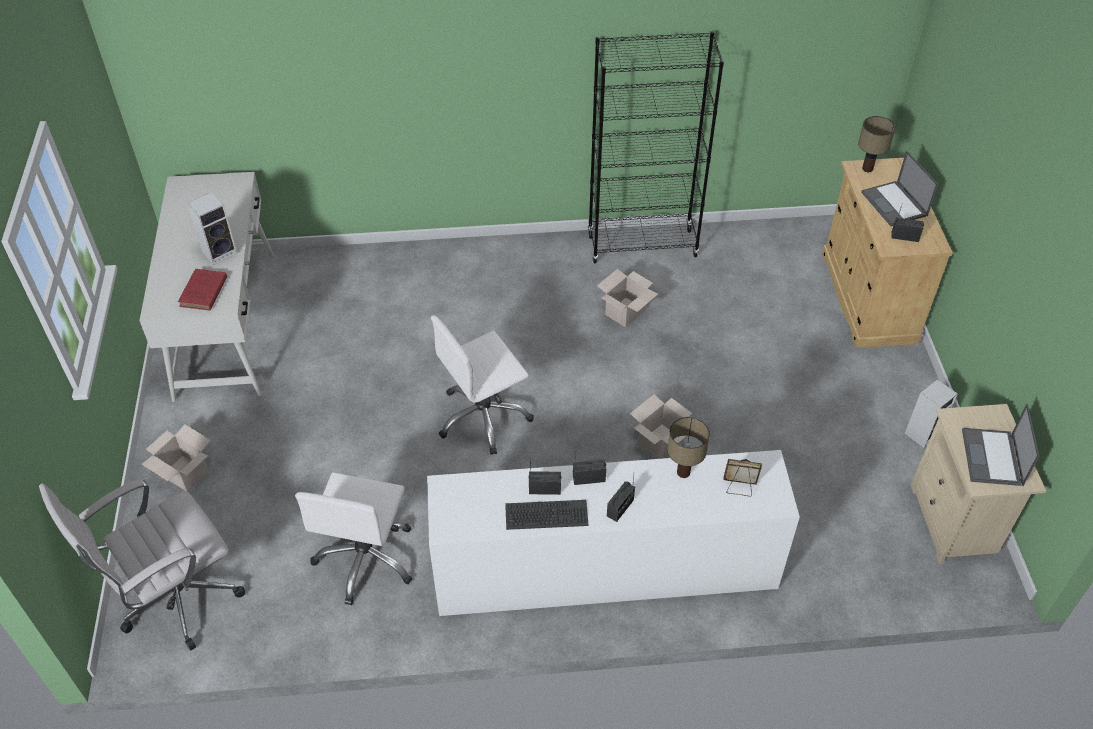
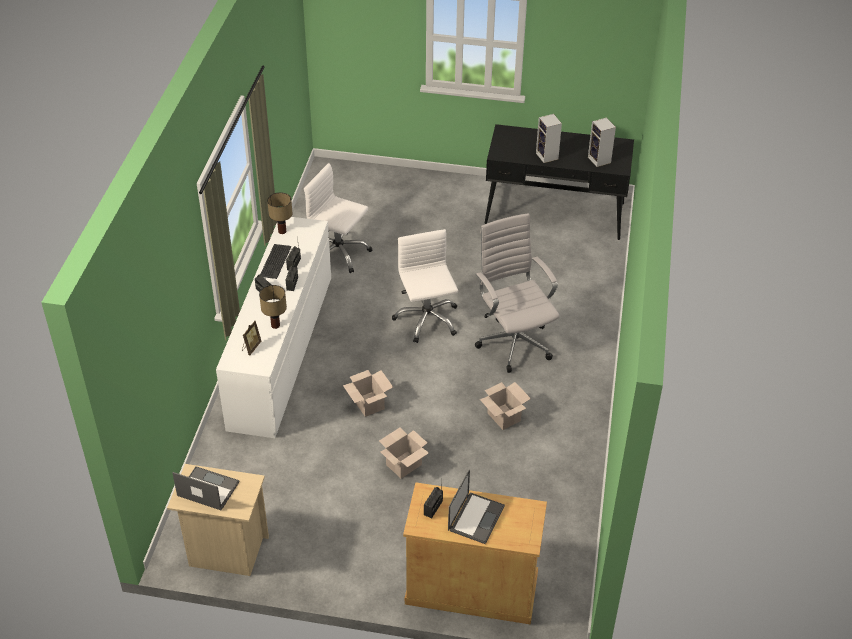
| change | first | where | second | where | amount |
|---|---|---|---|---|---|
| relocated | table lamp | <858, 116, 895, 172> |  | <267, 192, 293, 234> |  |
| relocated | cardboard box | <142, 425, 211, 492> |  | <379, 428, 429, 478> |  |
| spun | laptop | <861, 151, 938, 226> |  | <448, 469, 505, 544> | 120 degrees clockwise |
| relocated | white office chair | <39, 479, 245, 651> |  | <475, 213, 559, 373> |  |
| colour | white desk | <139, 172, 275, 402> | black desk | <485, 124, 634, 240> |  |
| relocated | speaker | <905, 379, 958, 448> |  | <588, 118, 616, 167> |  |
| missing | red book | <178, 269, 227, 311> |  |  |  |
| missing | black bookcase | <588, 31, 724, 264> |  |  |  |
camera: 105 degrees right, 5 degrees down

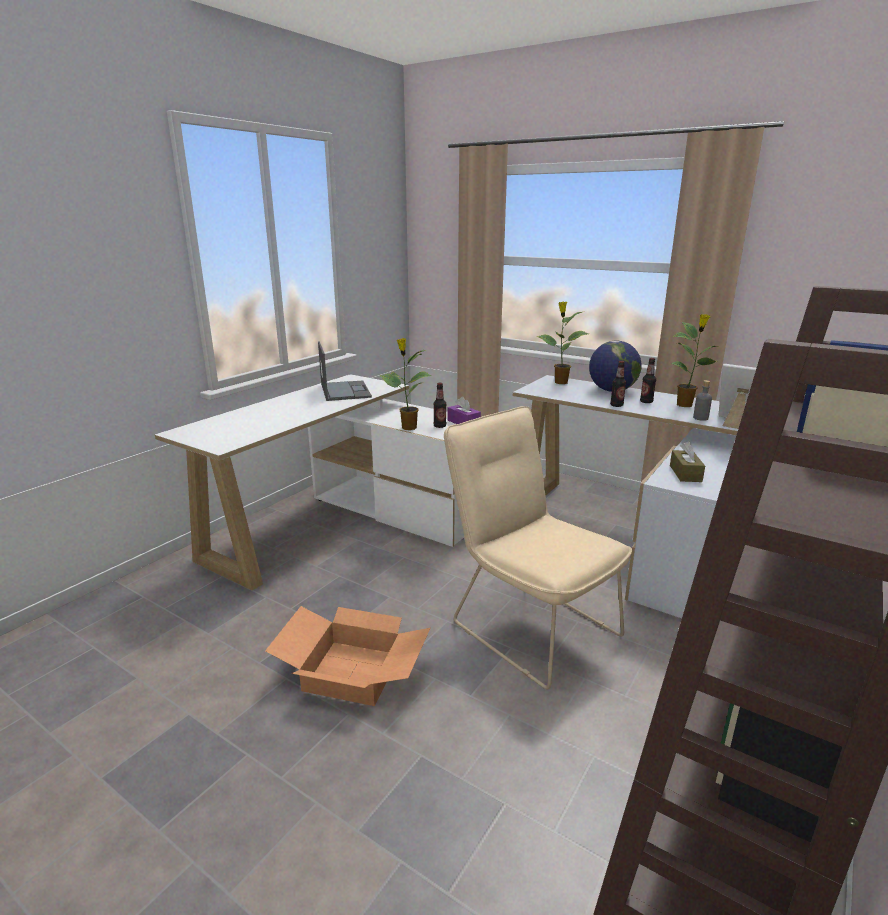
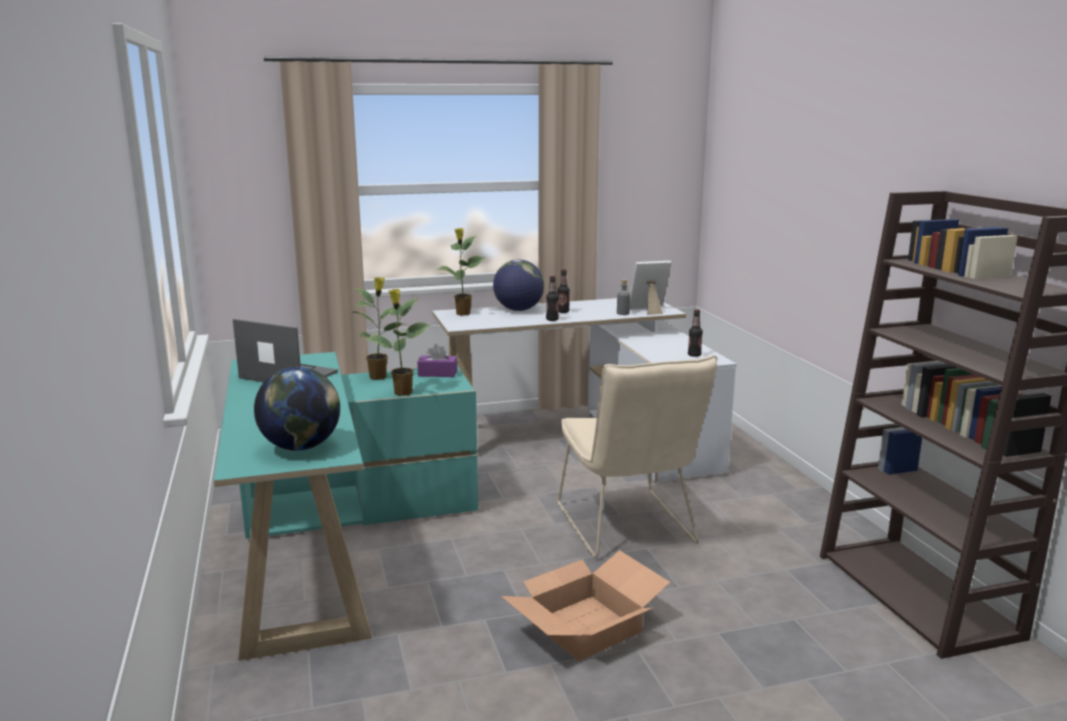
| change | first | where | second | where | amount |
|---|---|---|---|---|---|
| colour | white desk | <155, 374, 464, 591> | turquoise desk | <214, 352, 478, 661> |  |
| appeared |  |  | globe | <254, 367, 340, 451> |  |
| relocated | potted plant | <671, 314, 719, 407> |  | <350, 277, 407, 380> |  |
| spun | beige chair | <444, 406, 632, 690> |  | <557, 355, 718, 558> | 105 degrees counterclockwise |
| relocated | bottle | <433, 383, 446, 428> |  | <688, 310, 703, 357> |  |
| missing | brown tissue box | <670, 441, 705, 482> |  |  |  |
camera: 50 degrees left, 5 degrees down

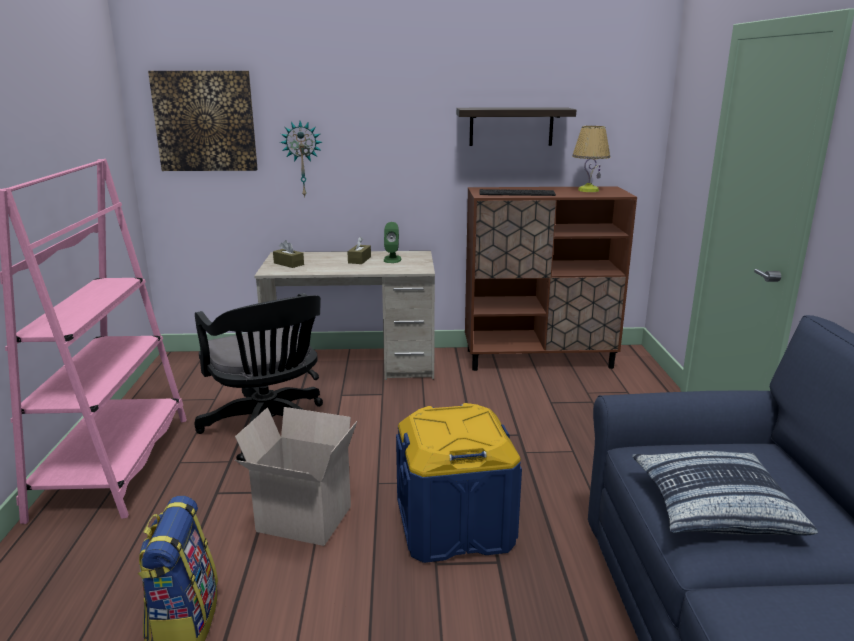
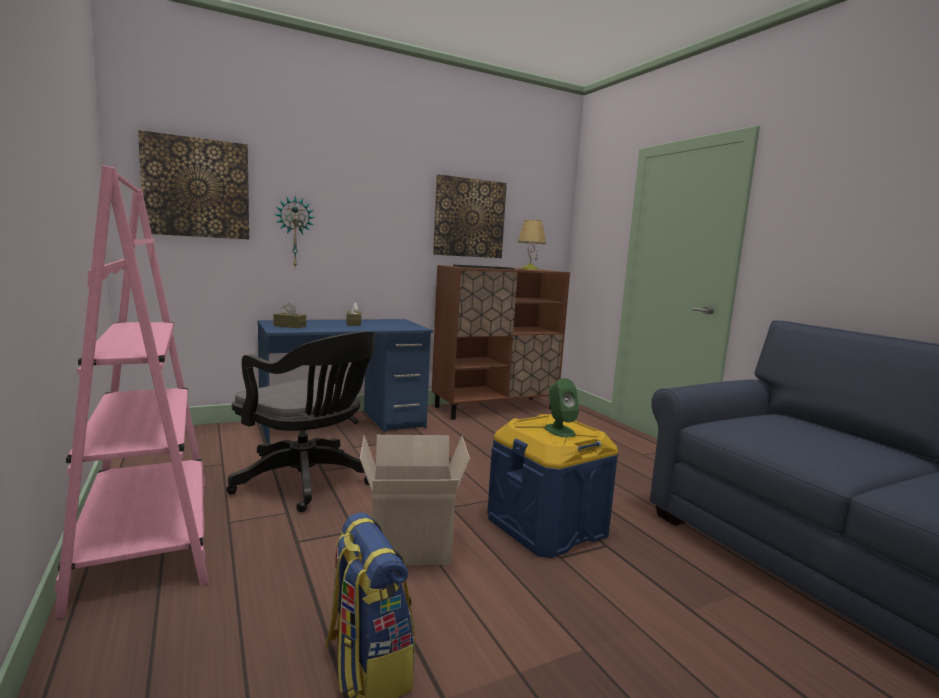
| change | first | where | second | where | amount |
|---|---|---|---|---|---|
| colour | beige desk | <254, 251, 435, 380> | blue desk | <258, 319, 433, 444> |  |
| exchanged | shelf | <456, 107, 576, 146> | picture | <433, 174, 507, 258> |  |
| relocated | green speaker | <384, 222, 401, 263> |  | <544, 378, 579, 437> |  |
| missing | pillow | <632, 451, 818, 536> |  |  |  |
camera: 25 degrees left, 10 degrees down

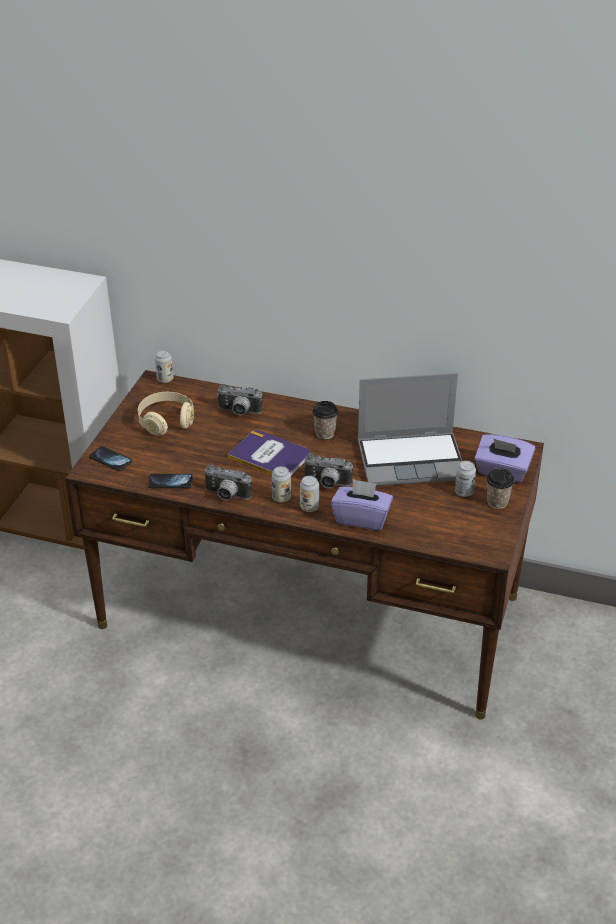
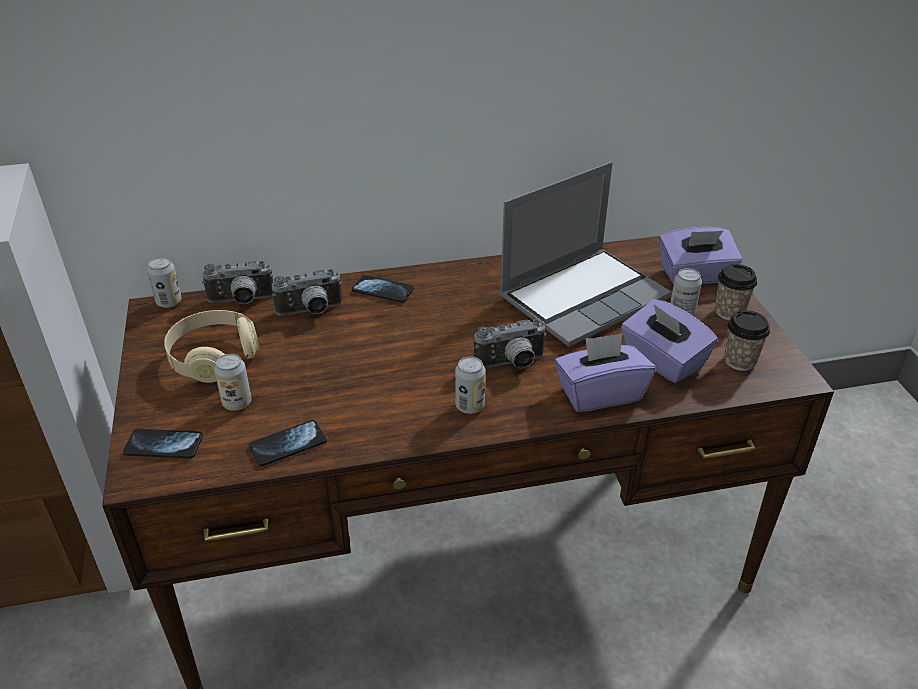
| change | first | where | second | where | amount |
|---|---|---|---|---|---|
| relocated | photo camera | <203, 464, 252, 500> |  | <202, 261, 273, 304> |  |
| relocated | can | <300, 476, 319, 512> |  | <214, 354, 252, 411> |  |
| appeared |  |  | phone | <352, 275, 414, 303> |  |
| appeared |  |  | purple tissue box | <621, 299, 718, 383> |  |
| relocated | cup | <312, 401, 338, 439> |  | <724, 310, 770, 371> |  |
| missing | book | <227, 430, 311, 476> |  |  |  |
camera: 30 degrees left, 0 degrees up

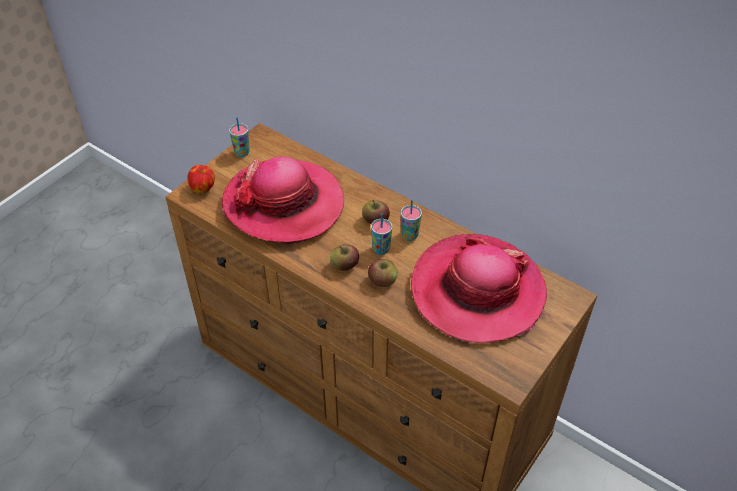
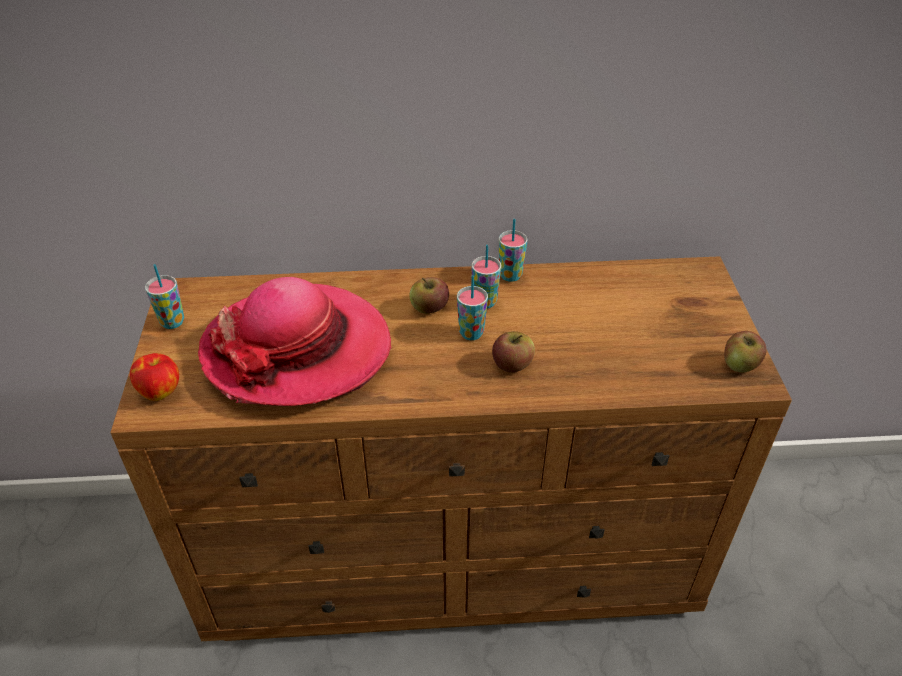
| change | first | where | second | where | amount |
|---|---|---|---|---|---|
| appeared |  |  | cup | <499, 219, 527, 282> |  |
| relocated | apple | <330, 244, 359, 271> |  | <724, 331, 767, 373> |  |
| missing | hat | <411, 234, 547, 343> |  |  |  |
camera: 40 degrees left, 5 degrees down

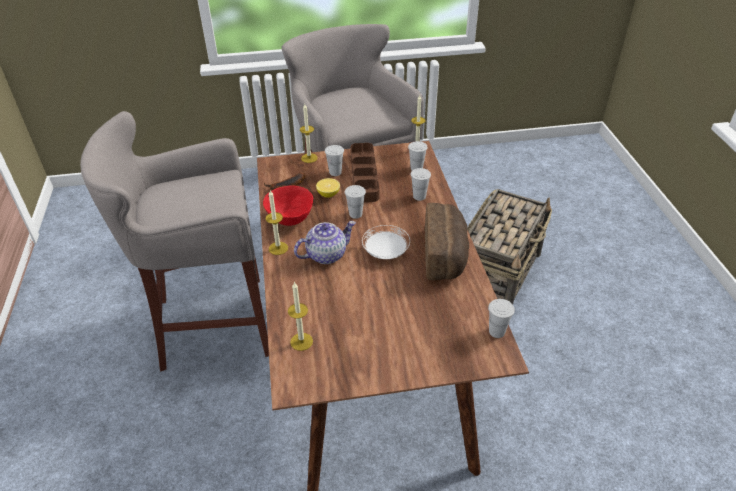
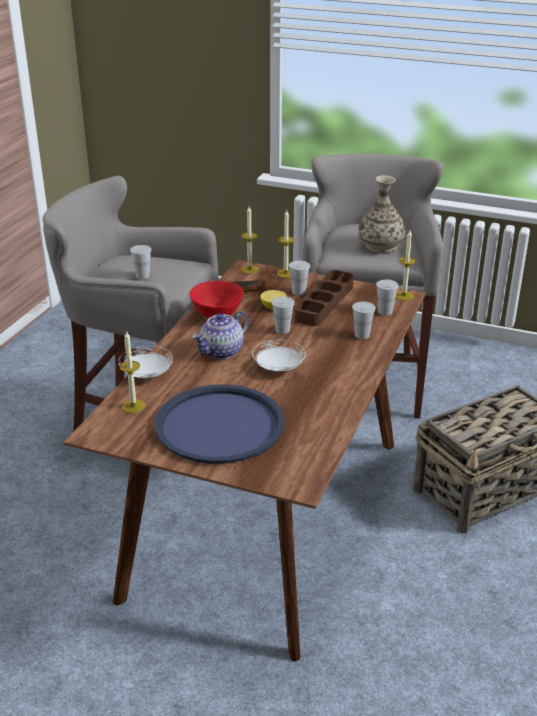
| change | first | where | second | where | amount |
|---|---|---|---|---|---|
| appeared |  |  | white plate | <118, 346, 173, 378> |  |
| relocated | white cup | <488, 299, 515, 338> |  | <130, 245, 151, 279> |  |
| appeared |  |  | blue tray | <154, 384, 285, 464> |  |
| spun | teapot | <294, 221, 356, 264> |  | <192, 311, 249, 359> | 135 degrees clockwise |
| relocated | candle | <266, 190, 288, 255> |  | <241, 207, 259, 274> |  |
| appeared |  |  | vase | <358, 175, 405, 253> |  |
| missing | bread | <425, 203, 469, 280> |  |  |  |
camera: 30 degrees right, 10 degrees down

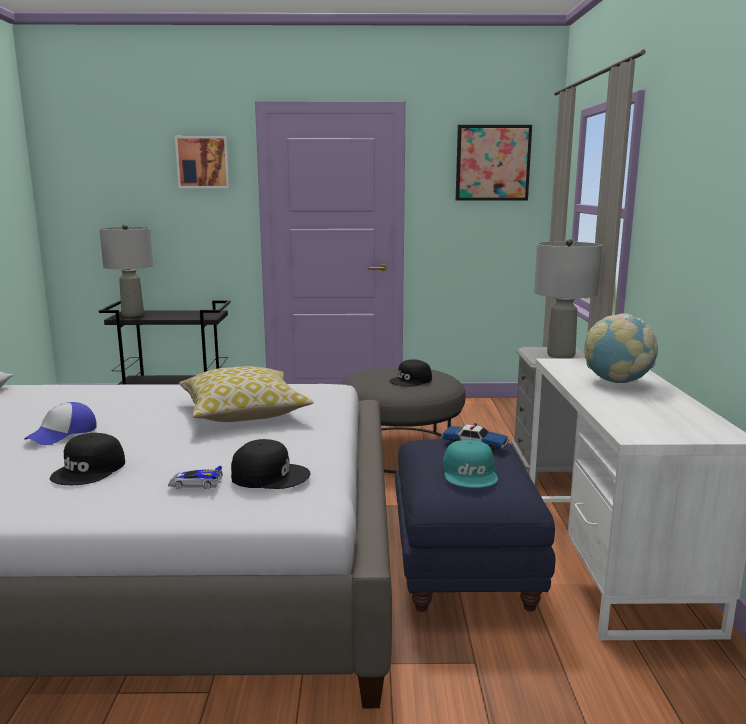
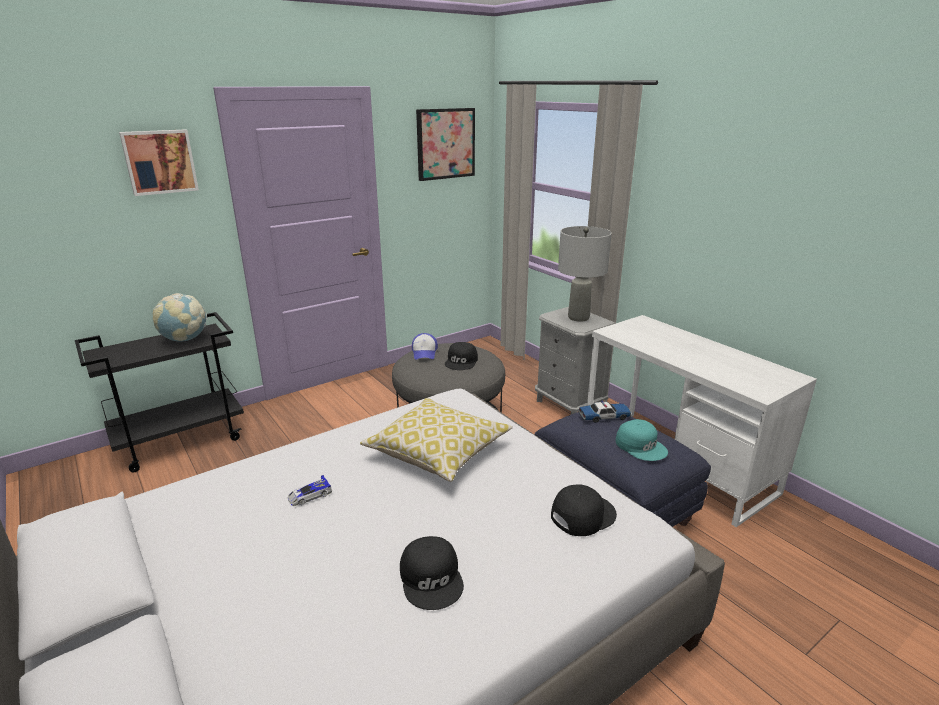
| change | first | where | second | where | amount |
|---|---|---|---|---|---|
| relocated | globe | <584, 314, 658, 383> |  | <153, 293, 207, 342> |  |
| relocated | toy car | <168, 466, 223, 489> |  | <288, 475, 332, 506> |  |
| relocated | cap | <24, 402, 96, 445> |  | <412, 333, 438, 360> |  |
| missing | grey table lamp | <99, 224, 153, 317> |  |  |  |
camera: 35 degrees left, 10 degrees up

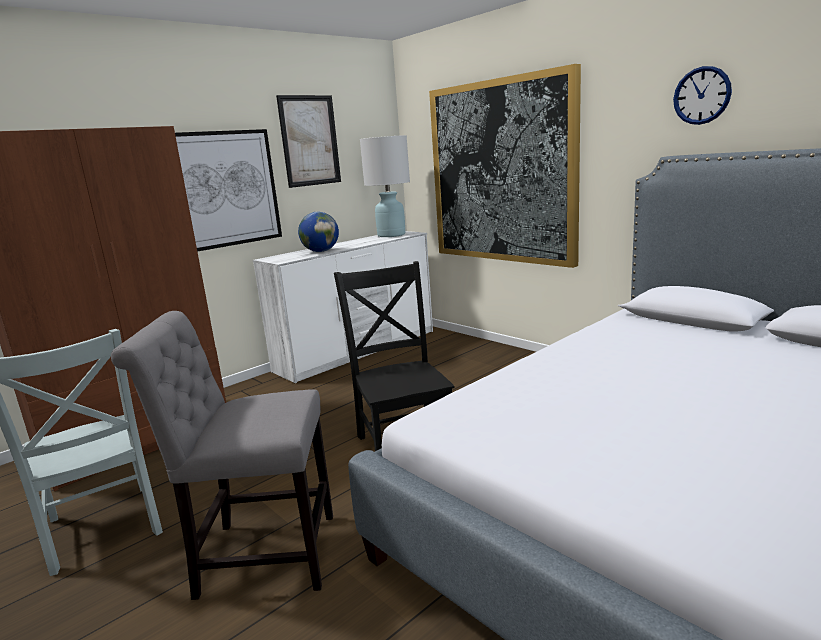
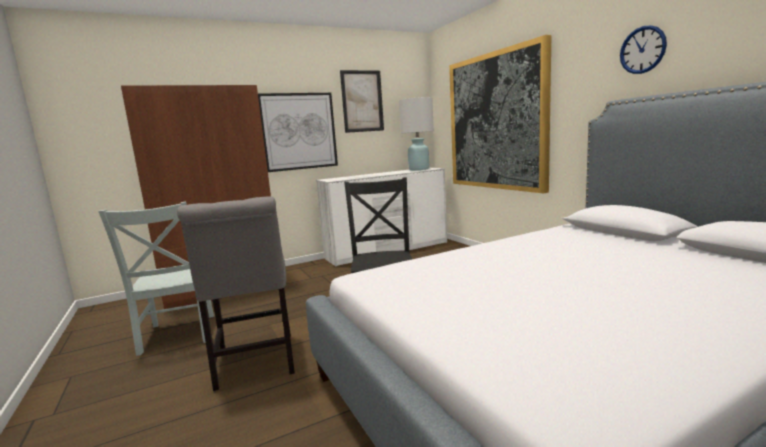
| change | first | where | second | where | amount |
|---|---|---|---|---|---|
| spun | grey chair | <111, 311, 333, 600> |  | <177, 196, 295, 391> | 120 degrees counterclockwise |
| missing | globe | <298, 212, 339, 252> |  |  |  |
camera: 15 degrees right, 5 degrees down

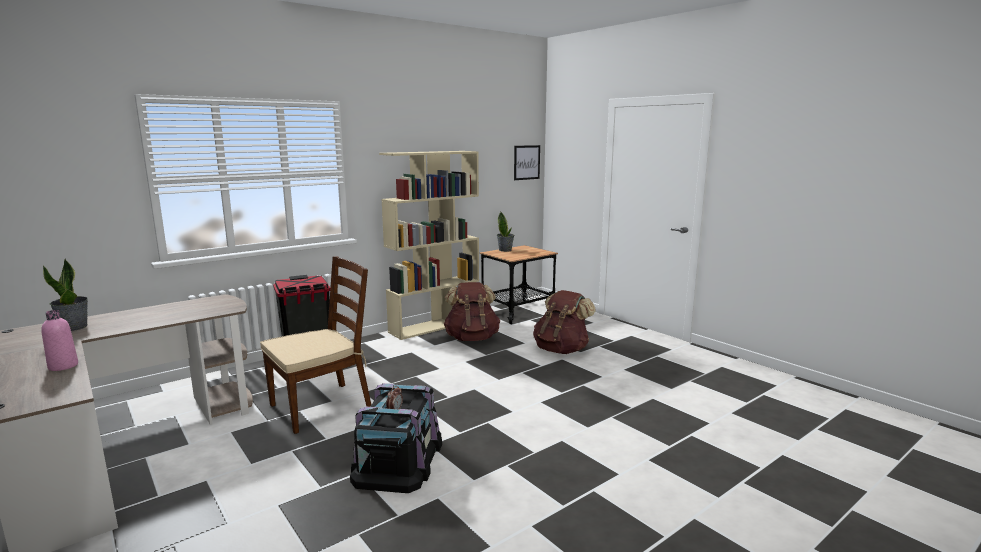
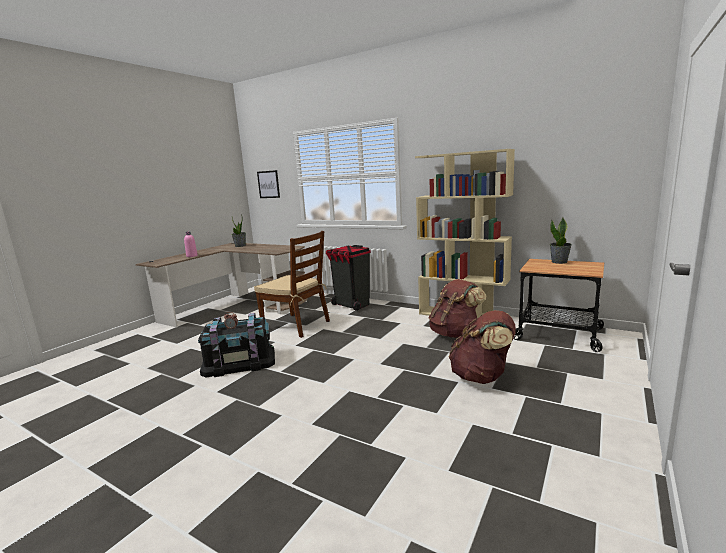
| change | first | where | second | where | amount |
|---|---|---|---|---|---|
| relocated | picture | <514, 145, 540, 180> |  | <257, 170, 280, 198> |  |
camera: 70 degrees right, 0 degrees up

